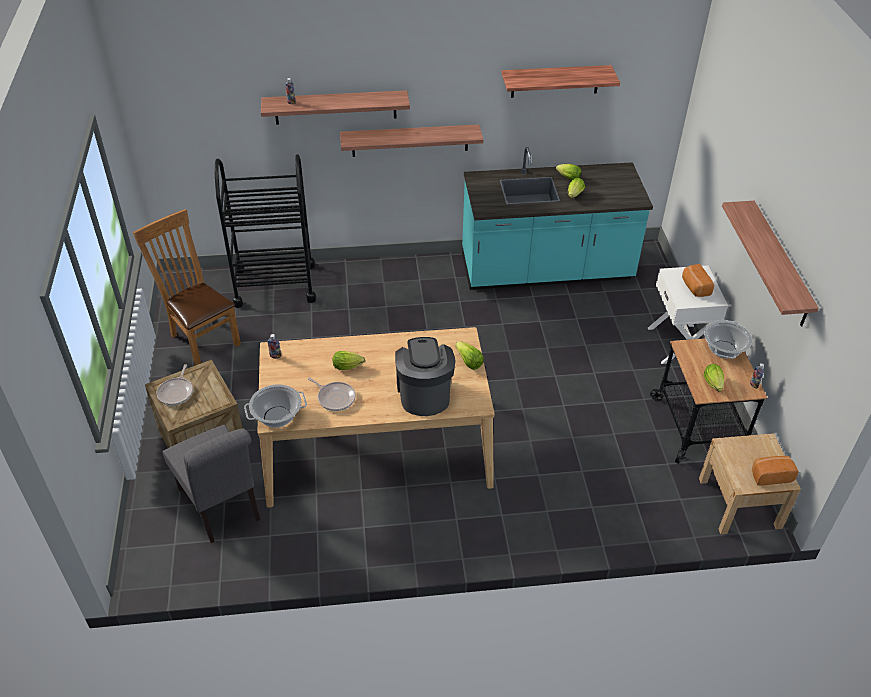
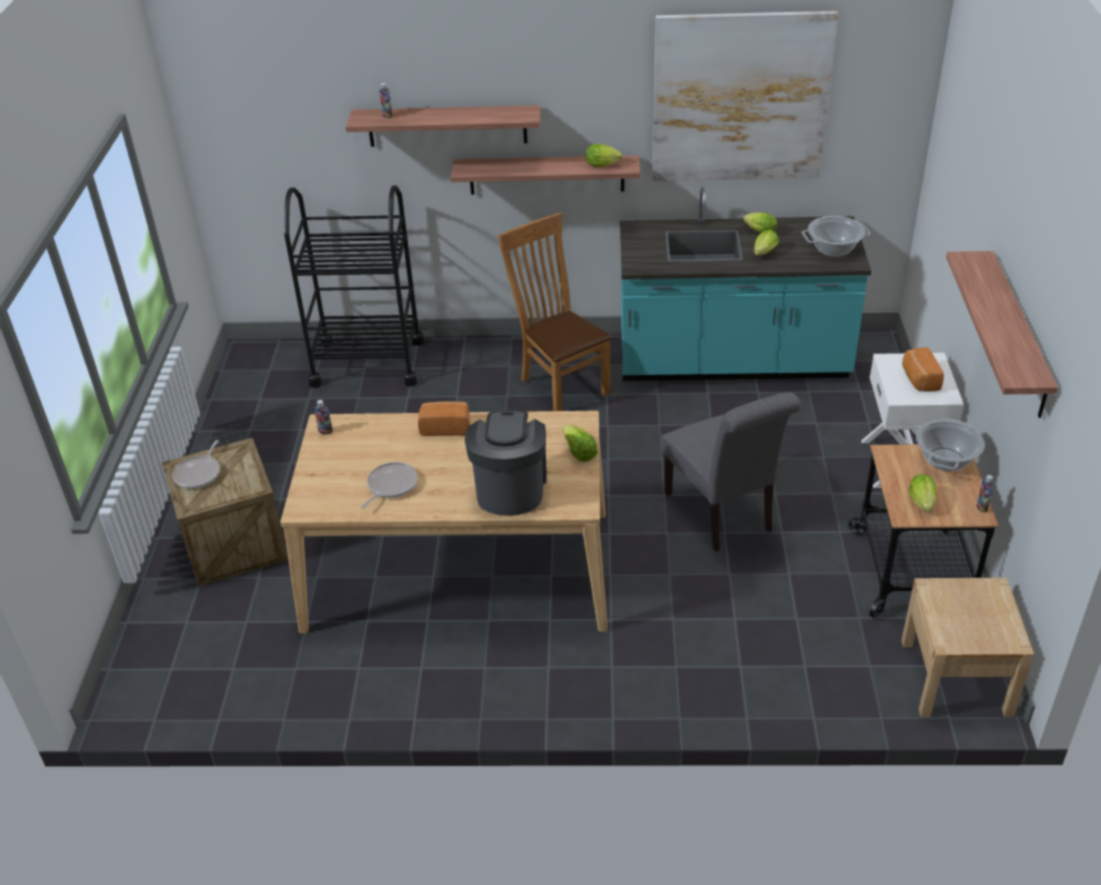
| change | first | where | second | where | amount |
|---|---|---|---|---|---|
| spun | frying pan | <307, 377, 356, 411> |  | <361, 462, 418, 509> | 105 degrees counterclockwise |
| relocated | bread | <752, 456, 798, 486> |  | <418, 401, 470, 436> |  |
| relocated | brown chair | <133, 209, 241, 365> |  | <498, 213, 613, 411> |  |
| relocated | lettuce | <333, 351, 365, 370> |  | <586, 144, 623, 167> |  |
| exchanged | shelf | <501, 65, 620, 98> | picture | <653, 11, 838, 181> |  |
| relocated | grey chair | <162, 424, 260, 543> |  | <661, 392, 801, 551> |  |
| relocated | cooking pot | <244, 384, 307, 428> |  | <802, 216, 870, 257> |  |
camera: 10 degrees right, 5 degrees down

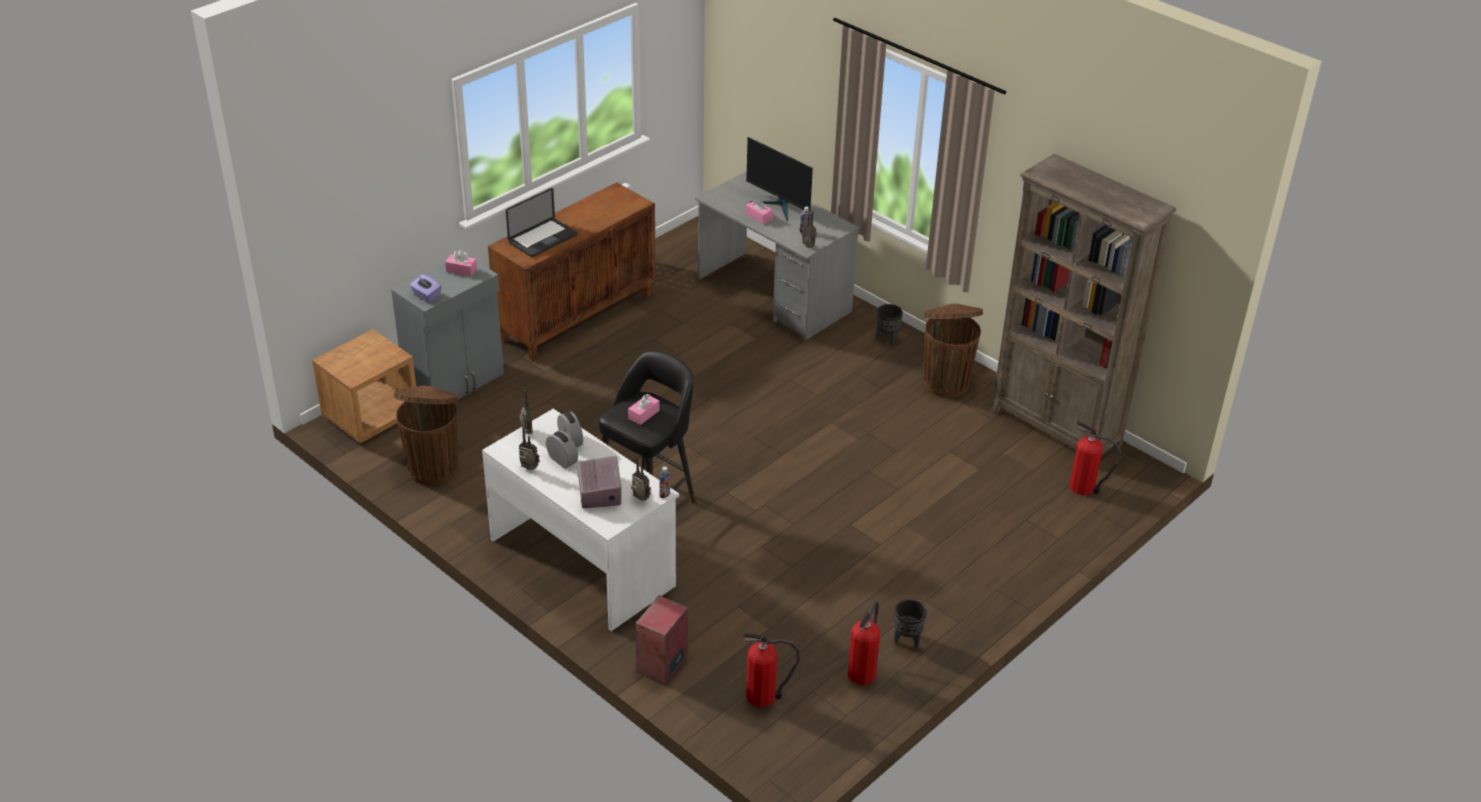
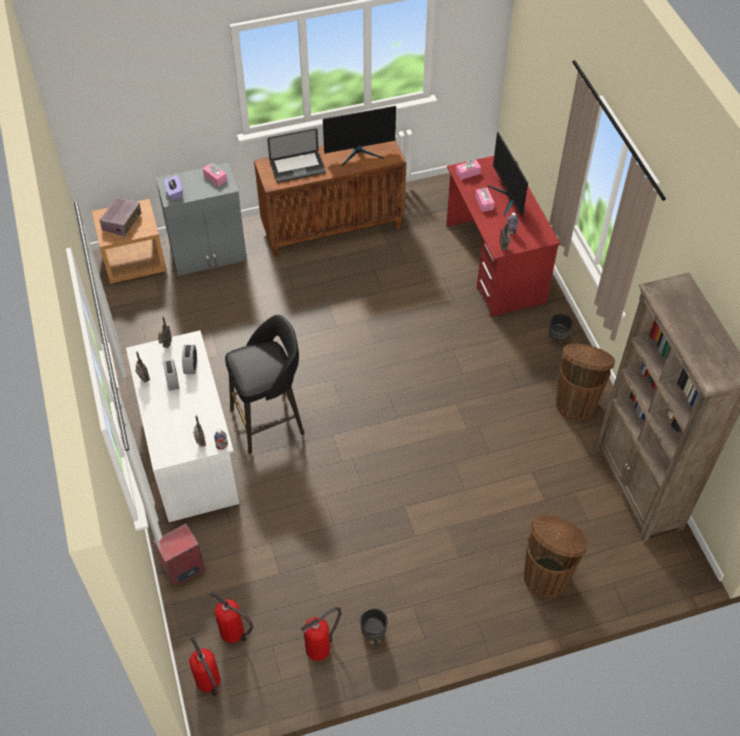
| change | first | where | second | where | amount |
|---|---|---|---|---|---|
| relocated | radio | <577, 456, 622, 509> |  | <99, 198, 141, 236> |  |
| relocated | fire extinguisher | <1069, 421, 1121, 495> |  | <189, 637, 221, 696> |  |
| appeared |  |  | monitor | <323, 106, 396, 166> |  |
| colour | grey desk | <695, 171, 860, 340> | red desk | <446, 156, 560, 317> |  |
| relocated | pink tissue box | <628, 394, 660, 425> |  | <456, 160, 481, 180> |  |
| relocated | brown trash can | <394, 386, 458, 485> |  | <524, 514, 588, 598> |  |
camera: 30 degrees right, 15 degrees up

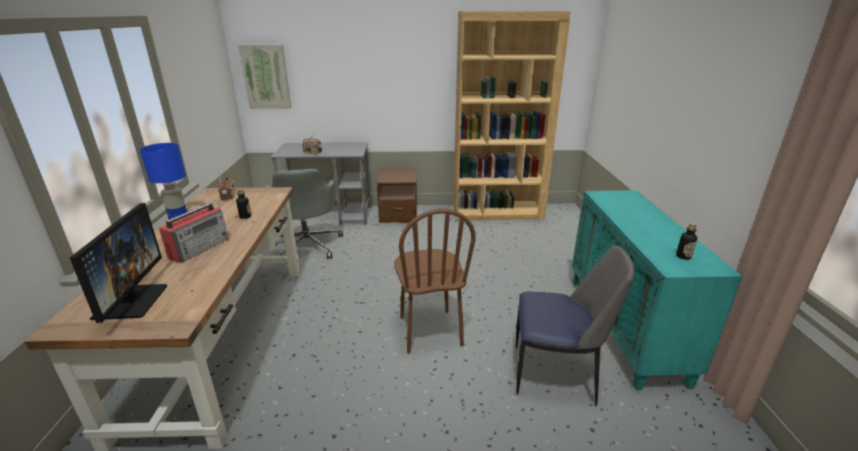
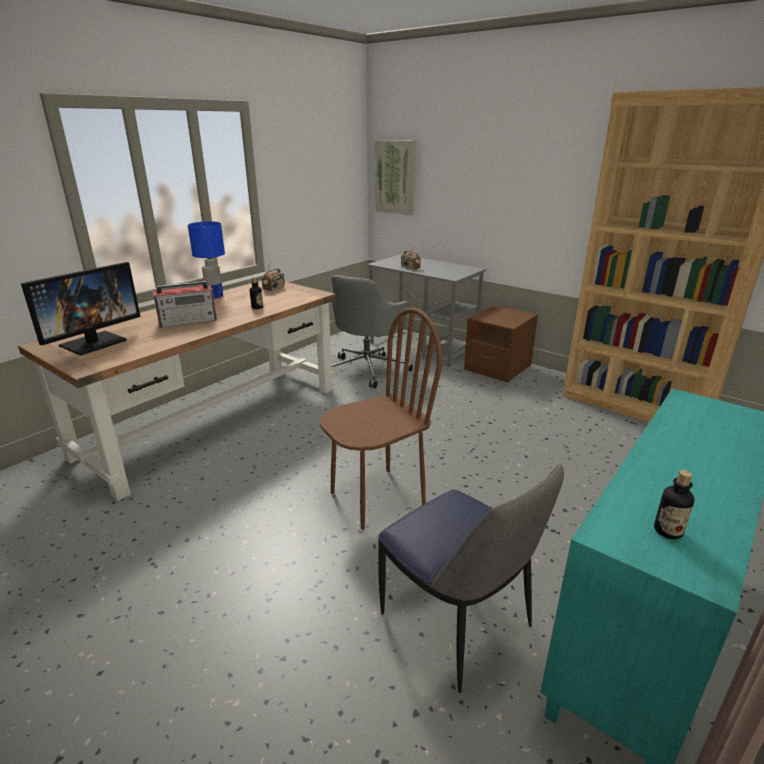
| change | first | where | second | where | amount |
|---|---|---|---|---|---|
| spun | brown chair | <394, 209, 476, 354> |  | <320, 307, 443, 530> | 150 degrees counterclockwise |
camera: 40 degrees right, 0 degrees up

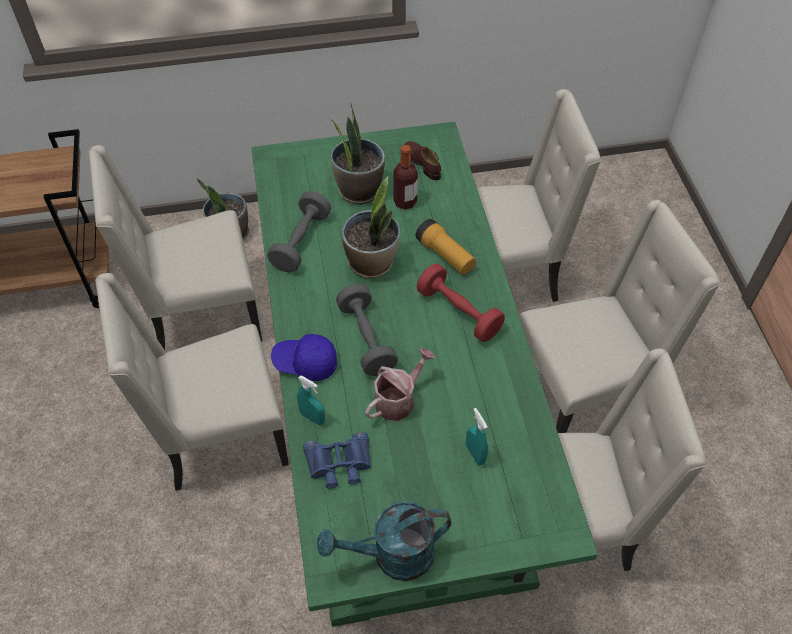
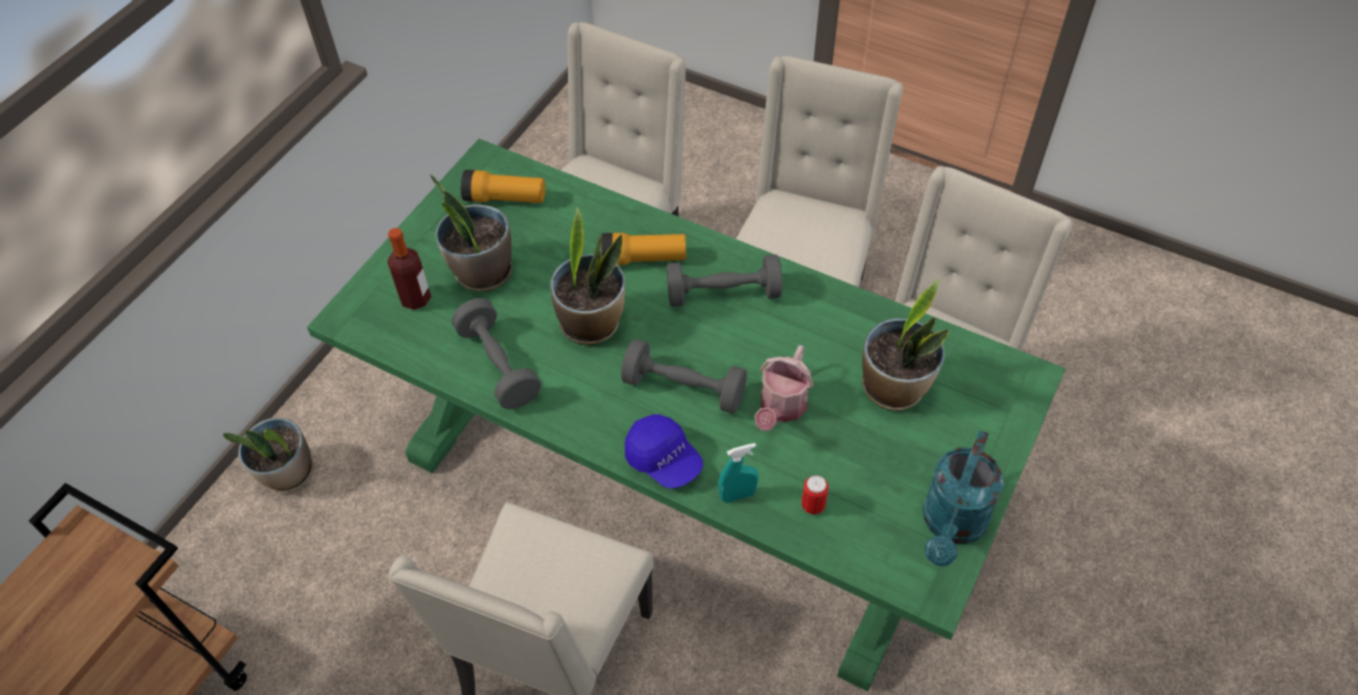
| change | first | where | second | where | amount |
|---|---|---|---|---|---|
| relocated | bottle | <393, 145, 418, 210> |  | <387, 228, 431, 310> |  |
| exchanged | brown shoe | <404, 141, 441, 180> | flashlight | <461, 170, 546, 203> |  |
| spun | blue cap | <271, 334, 337, 381> |  | <625, 414, 703, 489> | 90 degrees counterclockwise |
| colour | red dumbbell | <417, 263, 505, 342> | grey dumbbell | <667, 254, 783, 307> |  |
| spun | watering can | <365, 348, 435, 421> |  | <754, 345, 814, 431> | 150 degrees counterclockwise |
| exchanged | blue binoculars | <303, 432, 371, 488> | can | <801, 475, 829, 514> |  |
| exchanged | turquoise spray bottle | <466, 408, 488, 465> | potted plant | <862, 279, 950, 410> |  |
| missing | beige chair | <89, 145, 262, 350> |  |  |  |
camera: 50 degrees left, 0 degrees up

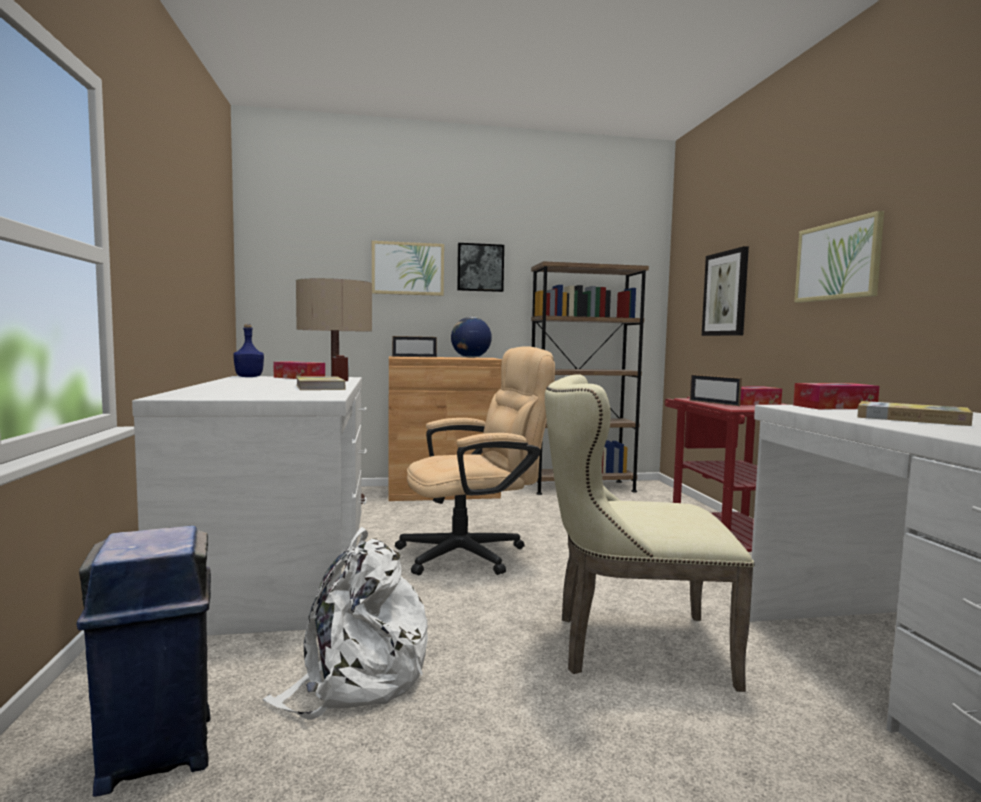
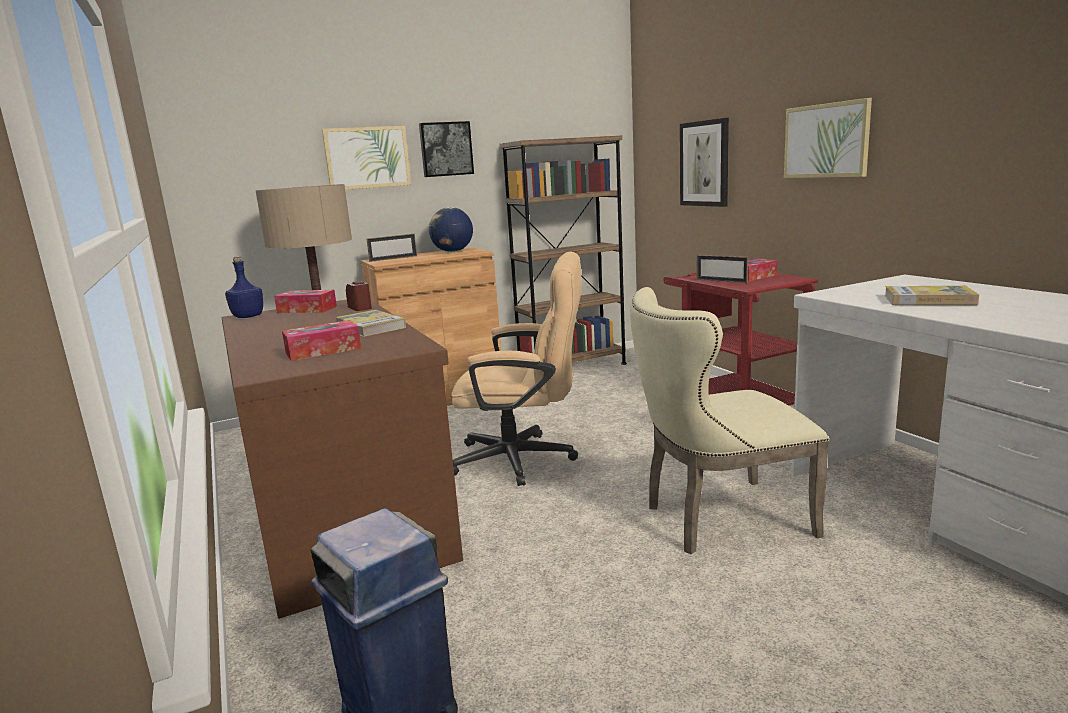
| change | first | where | second | where | amount |
|---|---|---|---|---|---|
| colour | white desk | <132, 376, 367, 636> | brown desk | <222, 300, 463, 619> |  |
| relocated | tissue box | <793, 383, 879, 409> |  | <282, 320, 361, 361> |  |
| spun | beige office chair | <395, 346, 555, 575> |  | <451, 251, 581, 486> | 45 degrees clockwise |
| missing | white backpack | <262, 527, 428, 720> |  |  |  |
camera: 15 degrees left, 10 degrees up

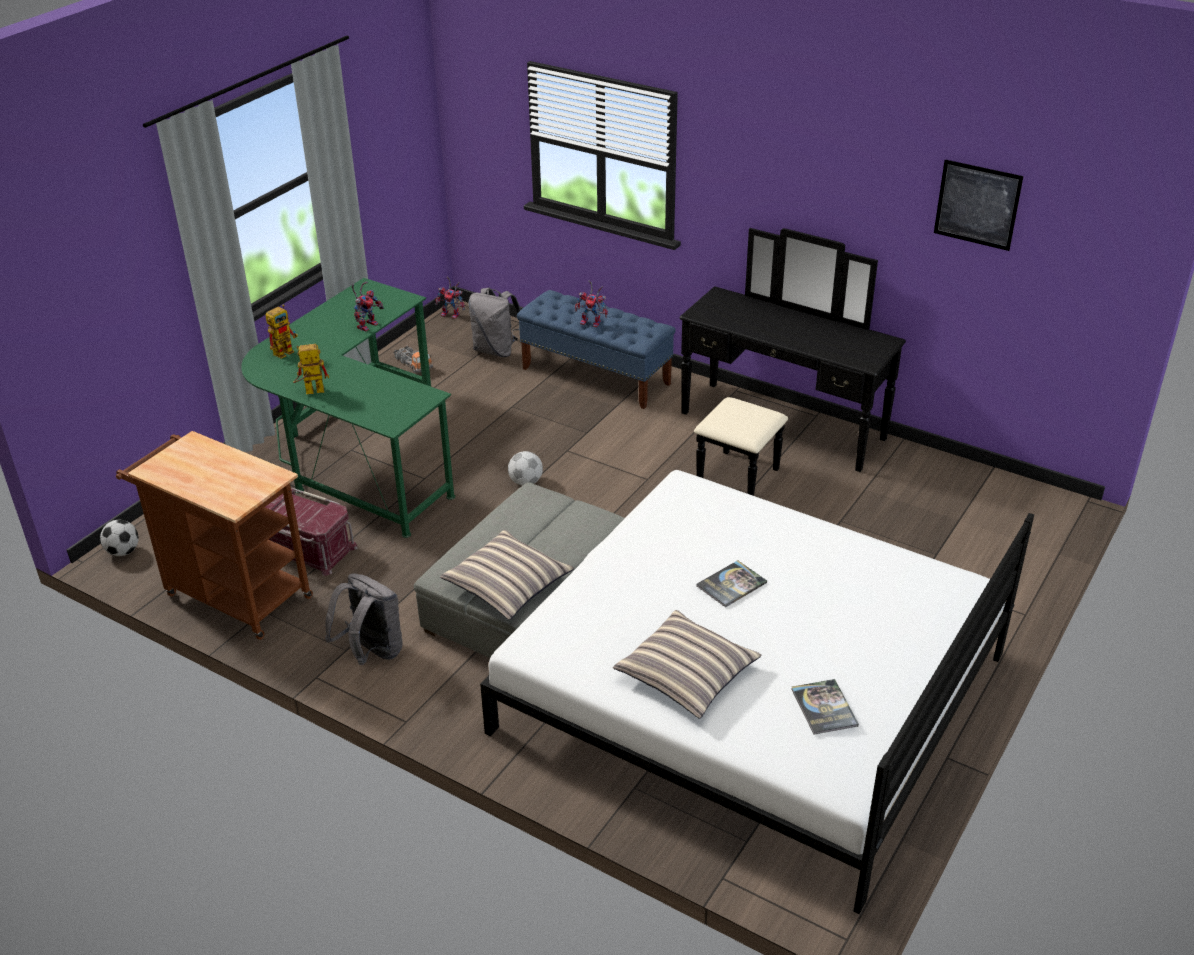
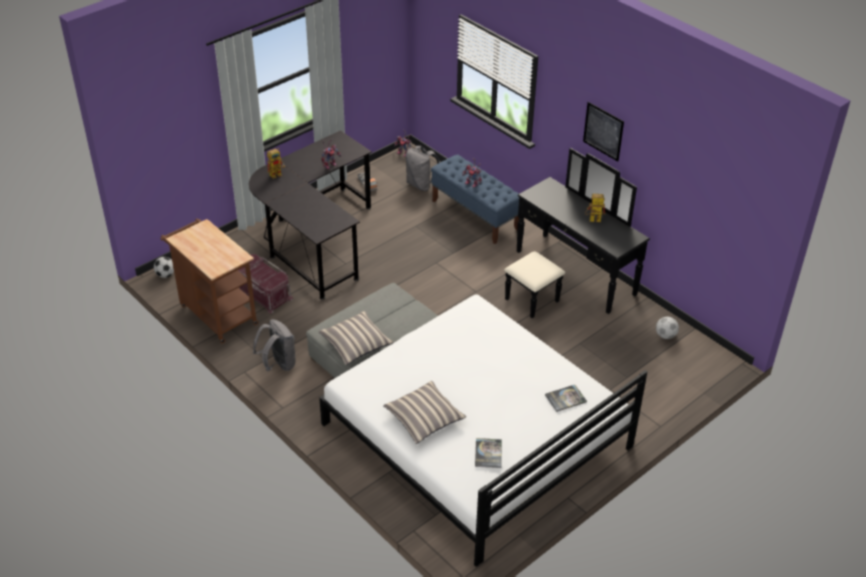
| change | first | where | second | where | amount |
|---|---|---|---|---|---|
| colour | green desk | <241, 278, 455, 538> | black desk | <249, 130, 372, 300> |  |
| relocated | book | <697, 560, 767, 607> |  | <545, 385, 587, 412> |  |
| relocated | picture | <934, 160, 1023, 251> |  | <583, 102, 624, 162> |  |
| relocated | toy robot | <293, 344, 329, 394> |  | <585, 194, 605, 222> |  |
| relocated | football | <508, 451, 543, 486> |  | <656, 317, 679, 339> |  |
camera: 15 degrees right, 5 degrees up

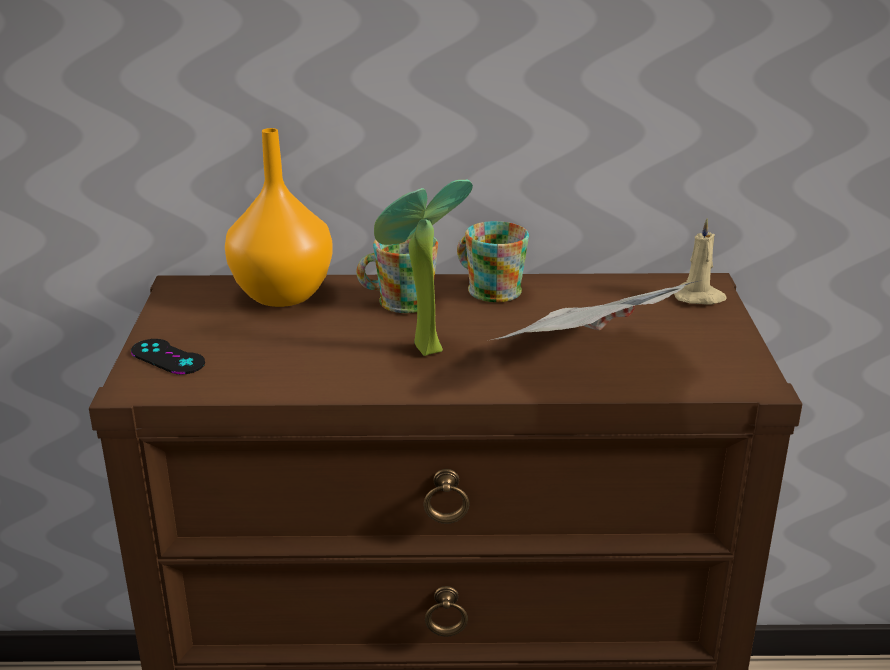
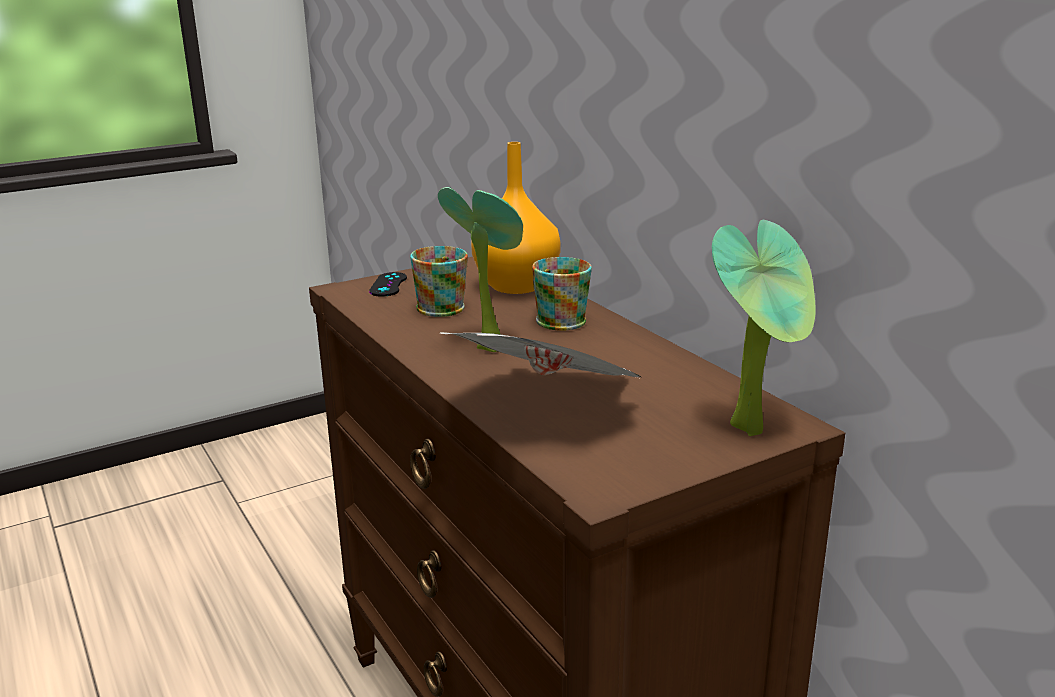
| change | first | where | second | where | amount |
|---|---|---|---|---|---|
| relocated | mug | <457, 221, 529, 302> |  | <410, 246, 468, 317> |  |
| exchanged | beige candle | <674, 218, 727, 305> | potted plant | <712, 220, 816, 436> |  |
camera: 60 degrees right, 5 degrees down

